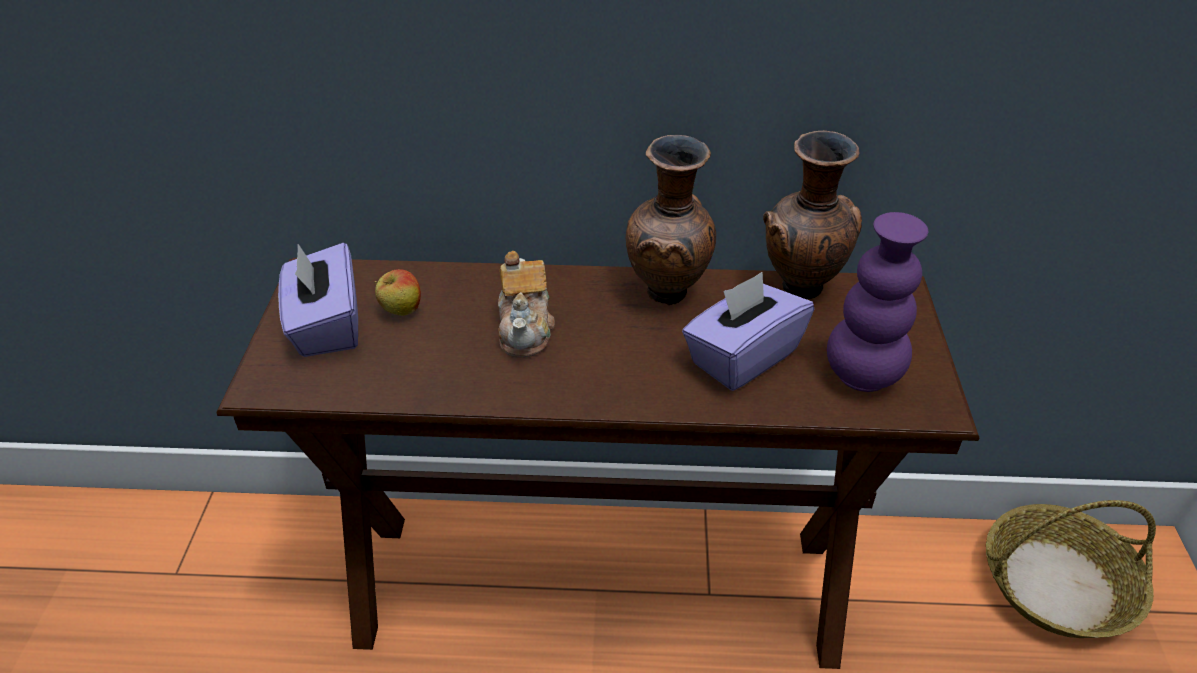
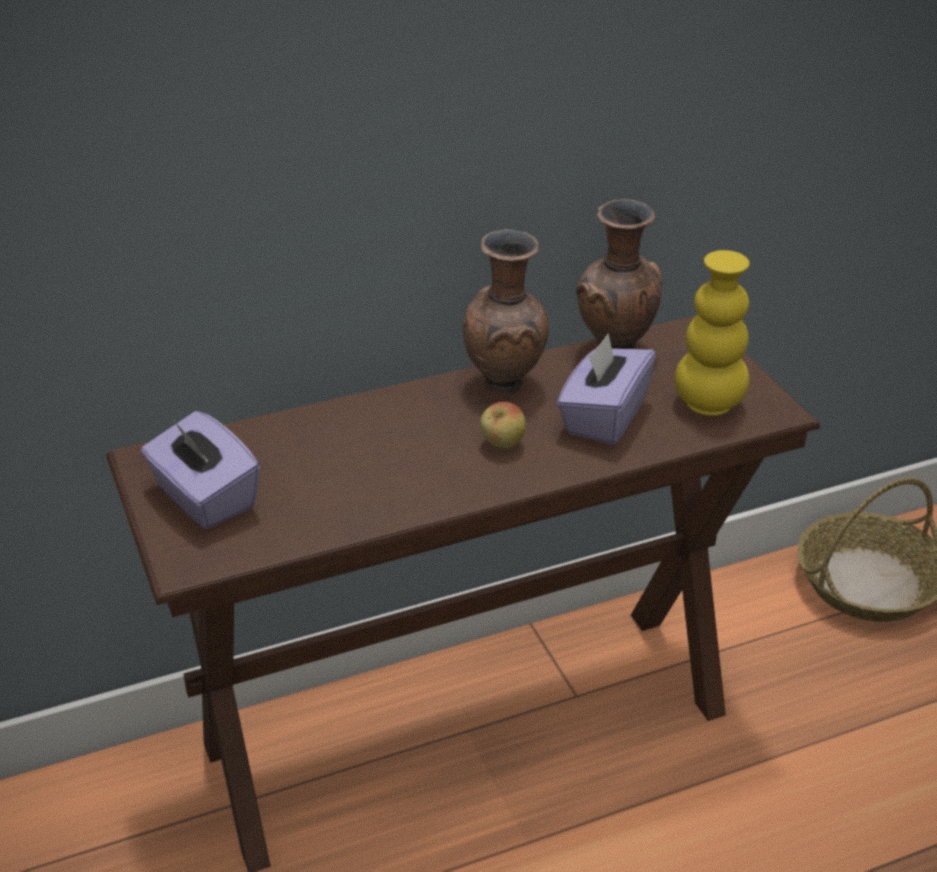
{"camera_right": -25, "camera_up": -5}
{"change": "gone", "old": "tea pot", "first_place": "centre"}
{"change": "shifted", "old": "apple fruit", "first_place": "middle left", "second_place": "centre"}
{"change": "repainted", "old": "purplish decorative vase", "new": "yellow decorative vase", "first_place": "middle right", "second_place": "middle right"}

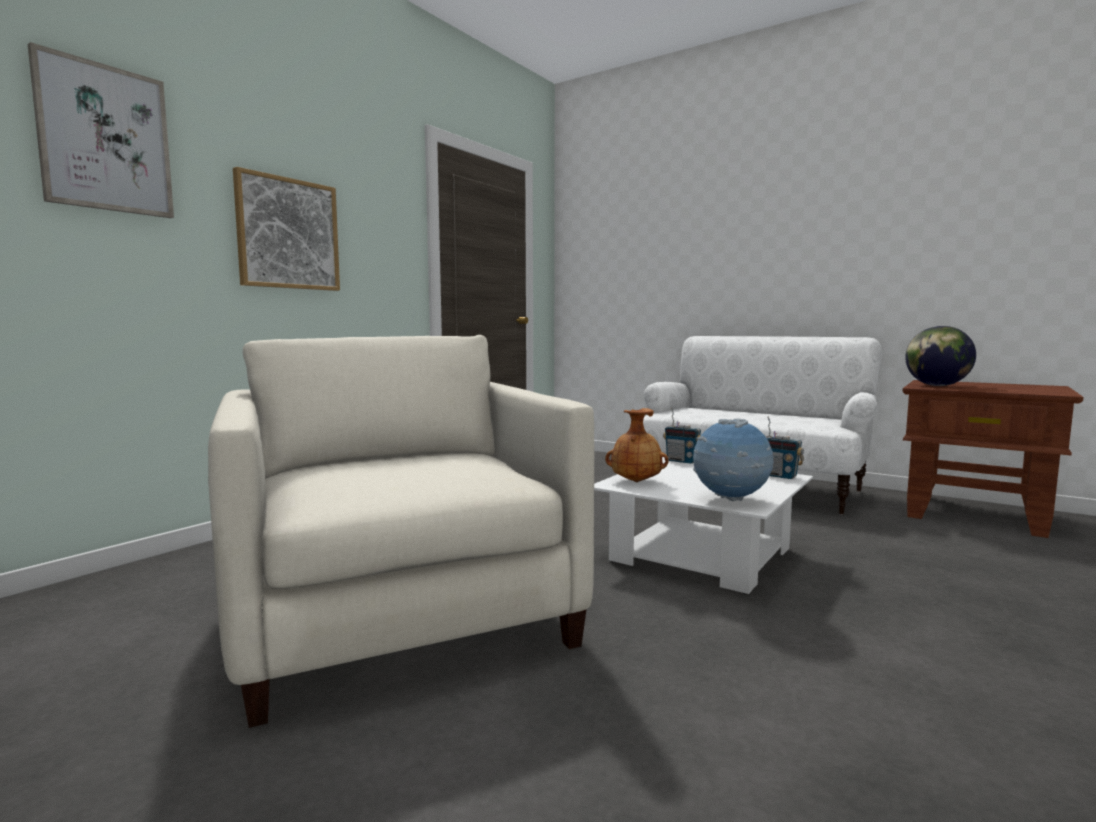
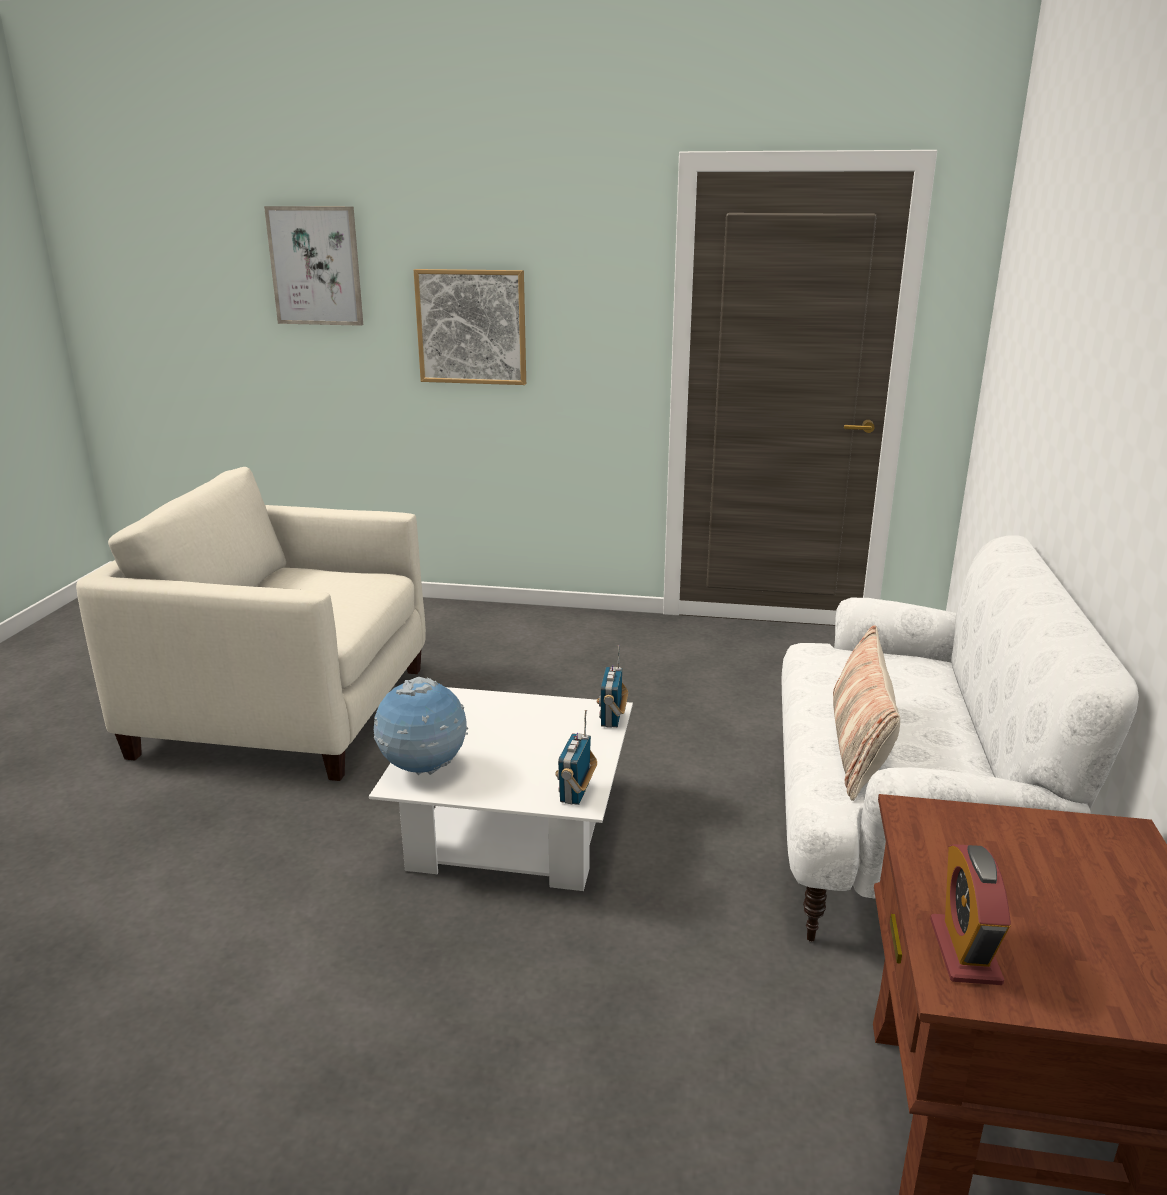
{"camera_right": 65, "camera_up": 15}
{"change": "gone", "old": "brownish decorative vase", "first_place": "centre"}
{"change": "gone", "old": "globe (no. 2 from left)", "first_place": "middle right"}
{"change": "new", "new": "pillow", "second_place": "middle right"}
{"change": "new", "new": "table clock", "second_place": "bottom right"}
{"change": "rotated", "old": "beige lounge chair", "first_place": "centre", "second_place": "middle left", "degrees": -120}

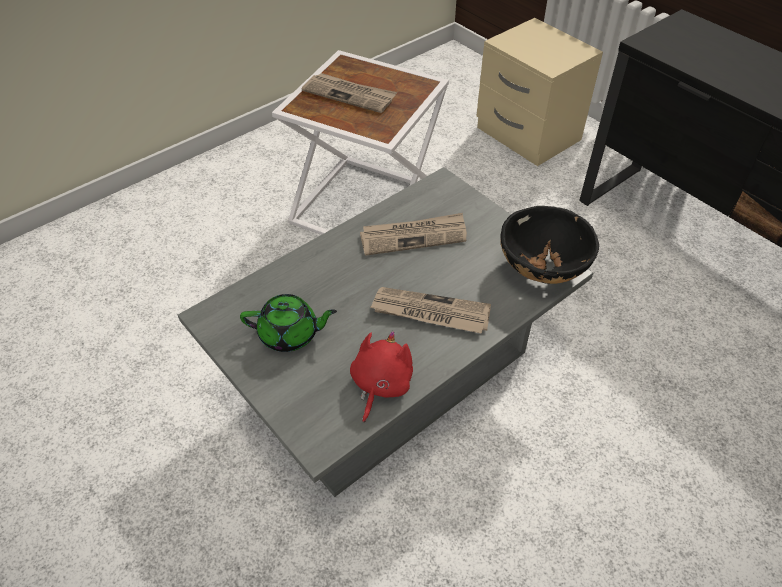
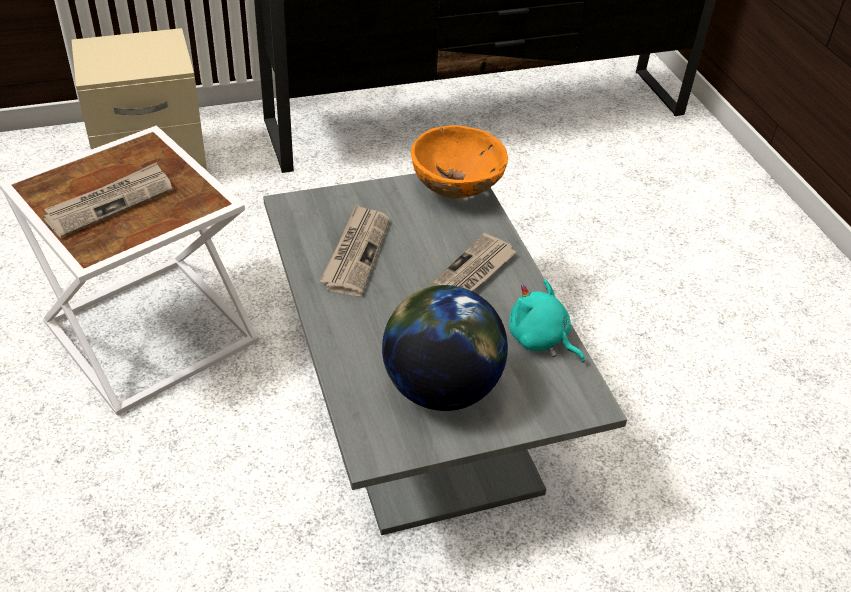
{"camera_right": -70, "camera_up": -5}
{"change": "swapped", "old": "green tea pot", "new": "globe", "first_place": "centre", "second_place": "centre"}
{"change": "repainted", "old": "reddish plush toy", "new": "blue-green plush toy", "first_place": "centre", "second_place": "centre"}
{"change": "repainted", "old": "blackish serving bowl", "new": "orange serving bowl", "first_place": "middle right", "second_place": "top centre"}

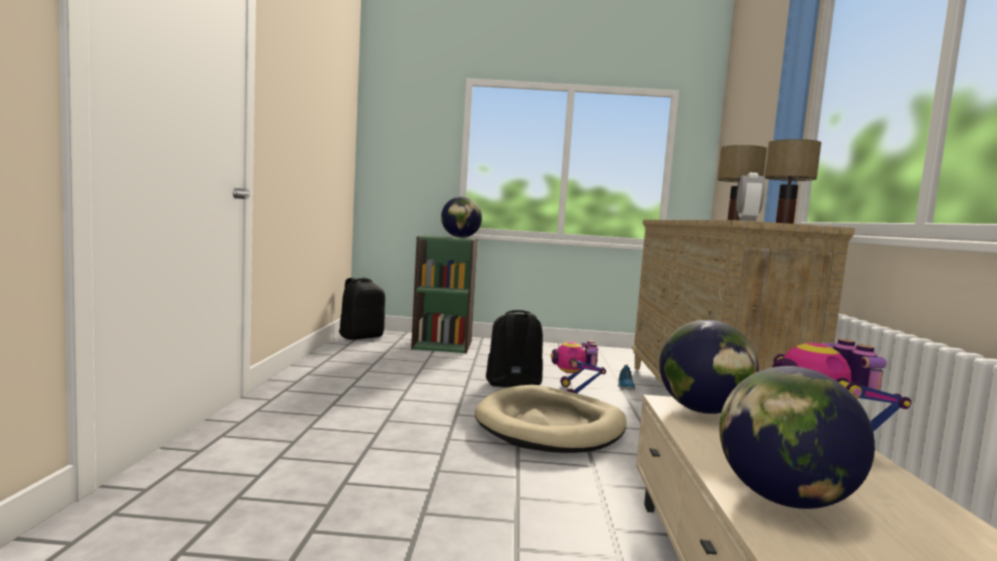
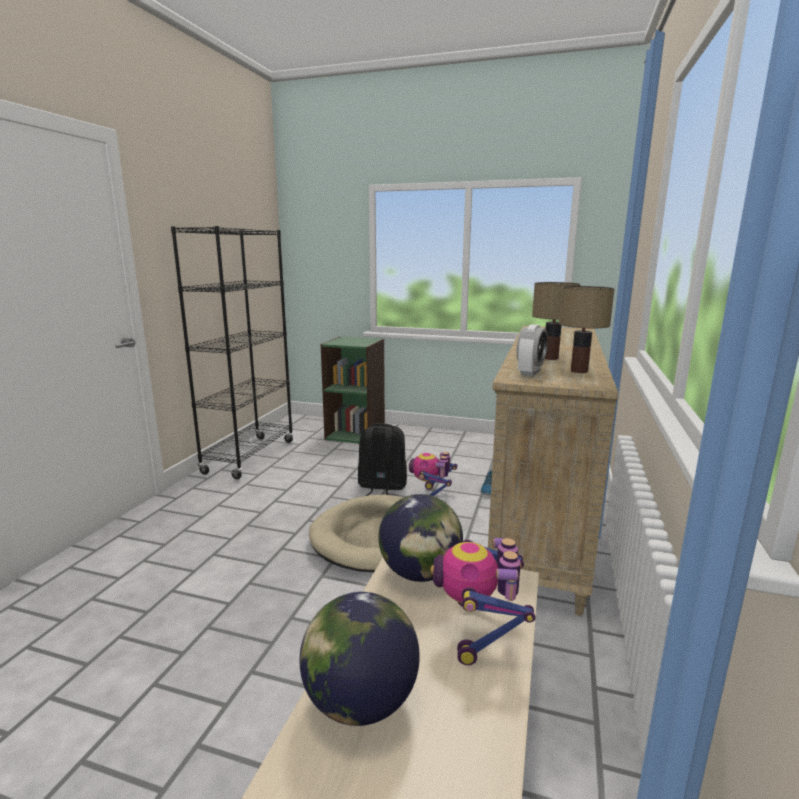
{"camera_right": 15, "camera_up": 10}
{"change": "gone", "old": "blackish knapsack (no. 1 from left)", "first_place": "centre"}
{"change": "gone", "old": "globe (no. 1 from left)", "first_place": "centre"}
{"change": "new", "new": "blackish shelving unit", "second_place": "middle left"}

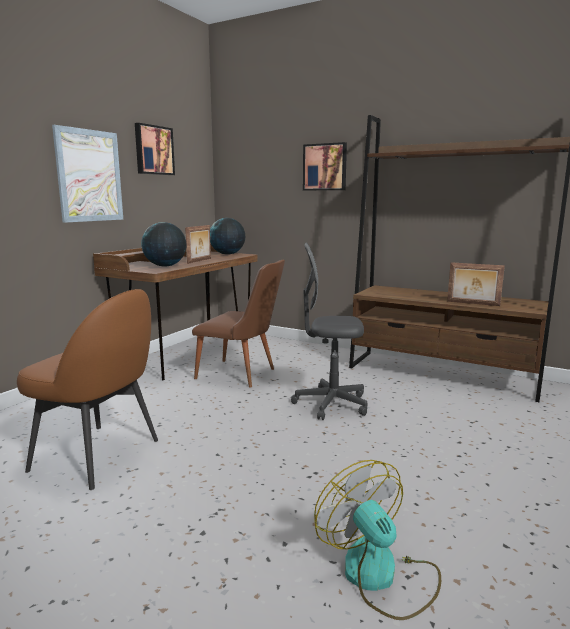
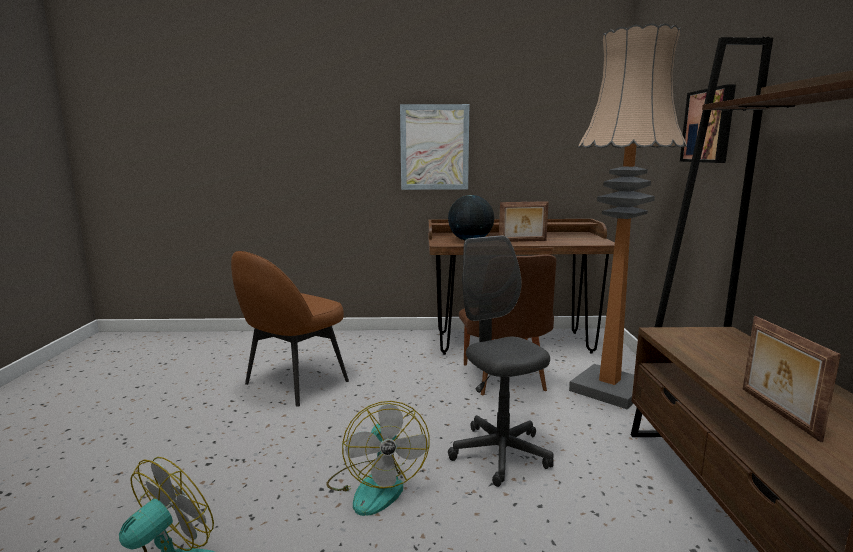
{"camera_right": 60, "camera_up": 0}
{"change": "gone", "old": "wall picture (no. 2 from left)", "first_place": "top left"}
{"change": "gone", "old": "globe (no. 2 from left)", "first_place": "centre"}
{"change": "new", "new": "electric fan (no. 2 from left)", "second_place": "bottom centre"}
{"change": "new", "new": "standard lamp", "second_place": "middle right"}
{"change": "rotated", "old": "brownish chair (no. 1 from left)", "first_place": "middle left", "second_place": "centre", "degrees": 45}

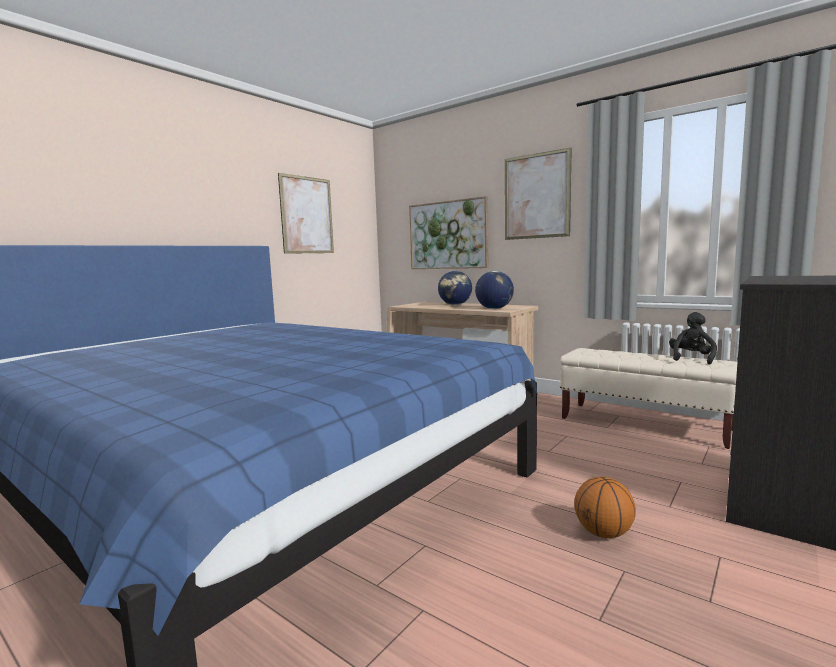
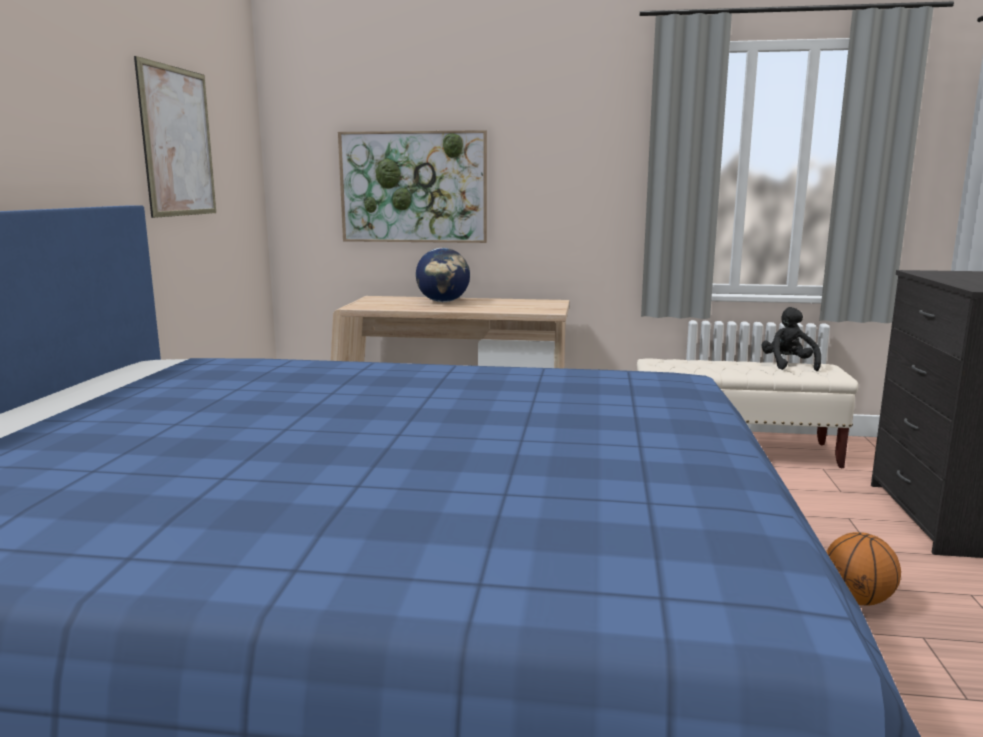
{"camera_right": -30, "camera_up": 5}
{"change": "gone", "old": "globe (no. 2 from left)", "first_place": "centre"}
{"change": "gone", "old": "wall picture (no. 3 from left)", "first_place": "top centre"}

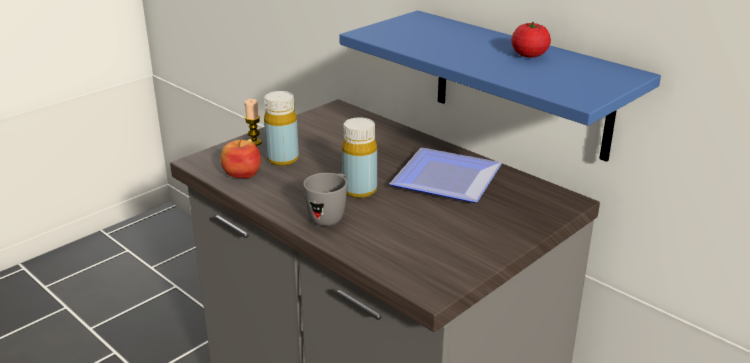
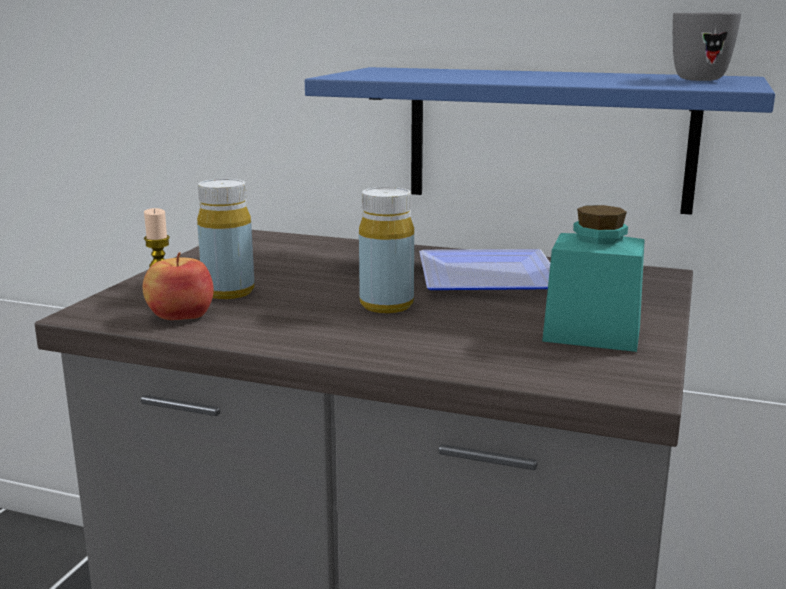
{"camera_right": -25, "camera_up": -10}
{"change": "gone", "old": "tomato", "first_place": "top right"}
{"change": "new", "new": "blue-green jar", "second_place": "middle right"}
{"change": "shifted", "old": "grey tea mug", "first_place": "centre", "second_place": "top right"}

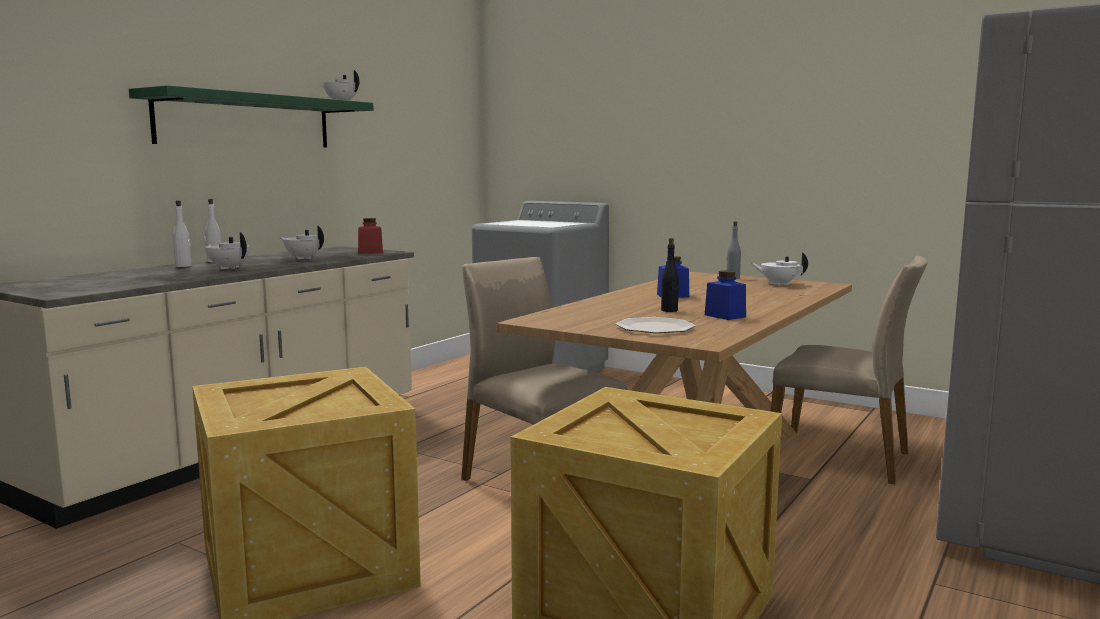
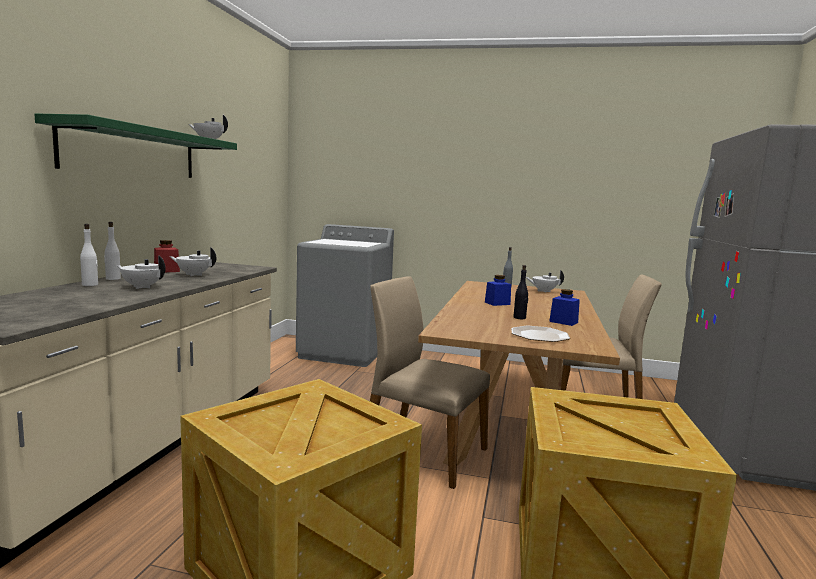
{"camera_right": -20, "camera_up": 0}
{"change": "shifted", "old": "reddish jar", "first_place": "centre", "second_place": "middle left"}

